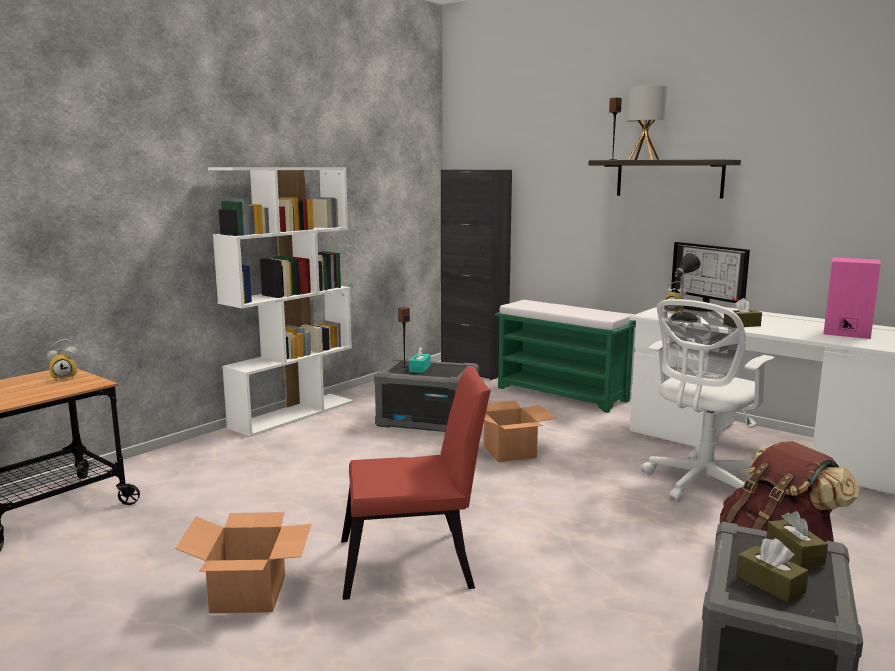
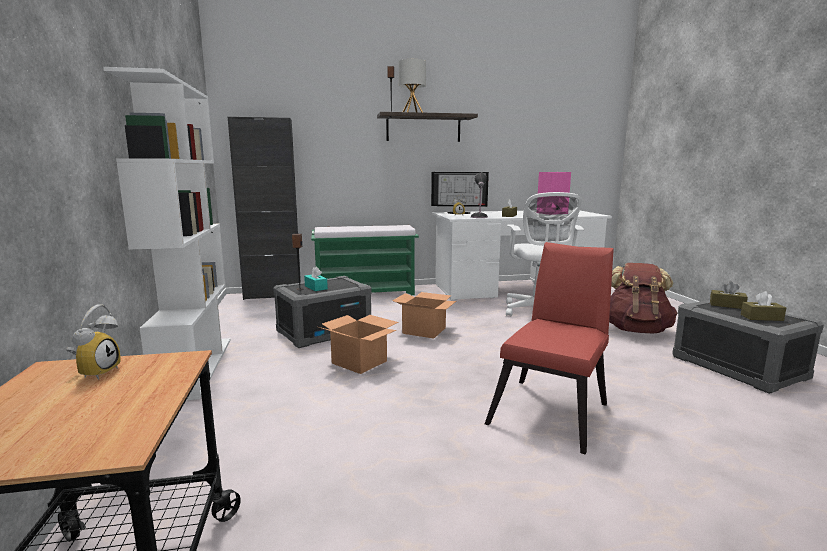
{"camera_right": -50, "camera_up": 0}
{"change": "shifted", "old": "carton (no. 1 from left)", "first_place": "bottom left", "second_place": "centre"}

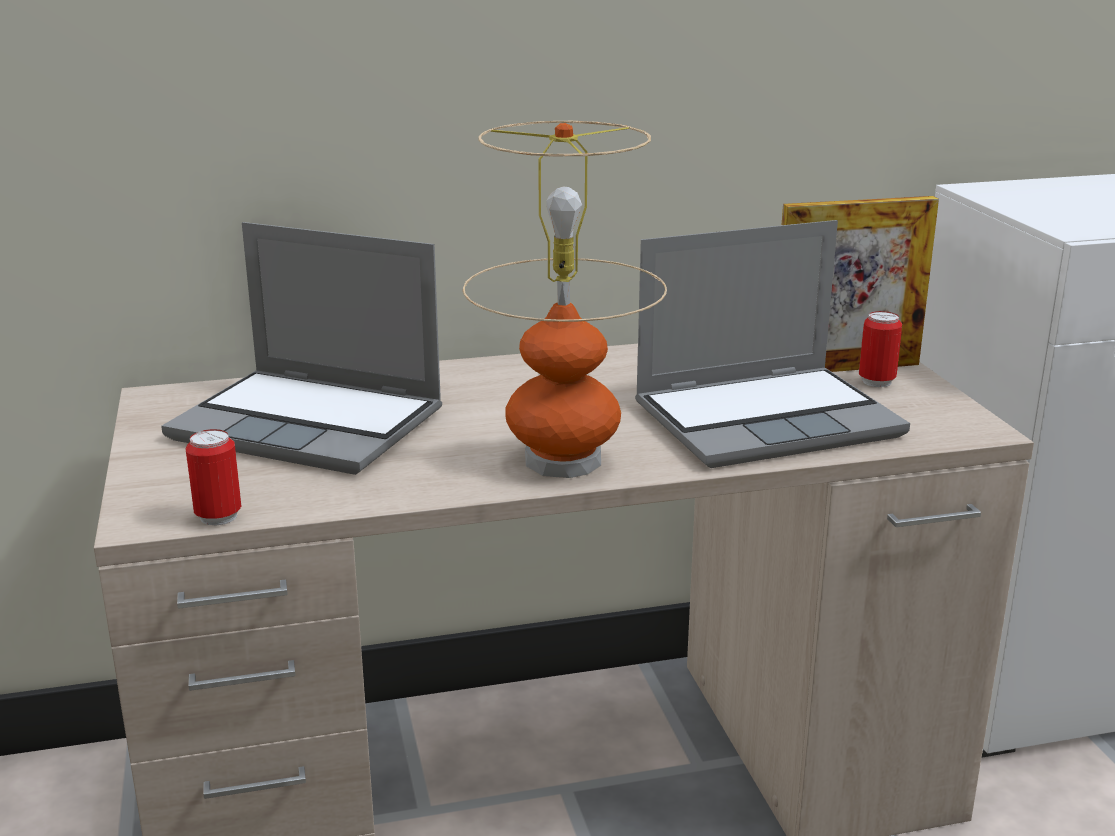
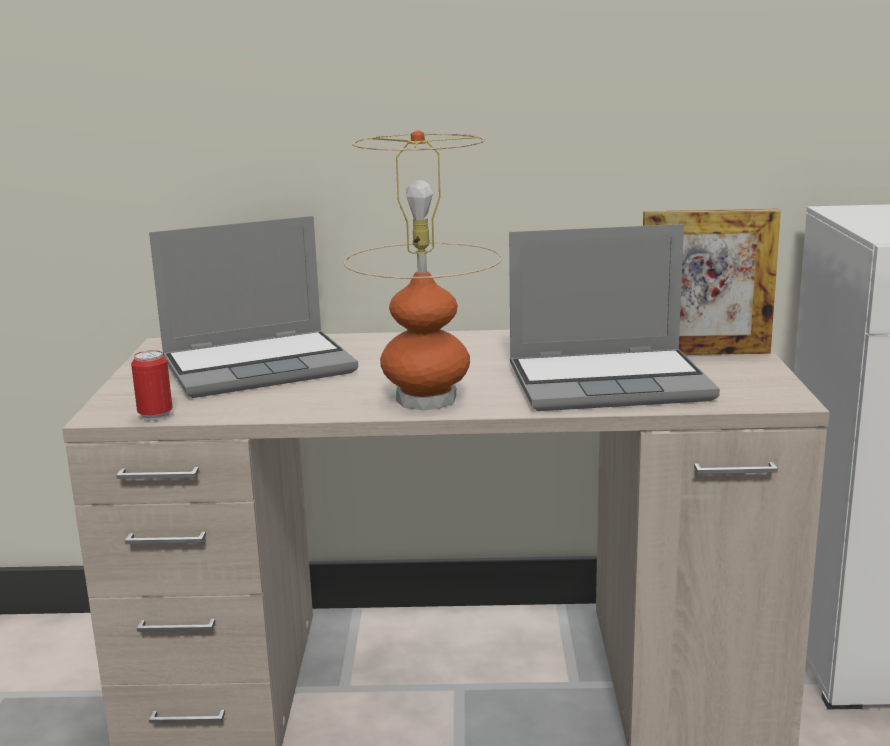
{"camera_right": 15, "camera_up": -5}
{"change": "gone", "old": "can (no. 2 from left)", "first_place": "middle right"}
{"change": "rotated", "old": "laptop (no. 1 from left)", "first_place": "middle left", "second_place": "middle left", "degrees": -60}

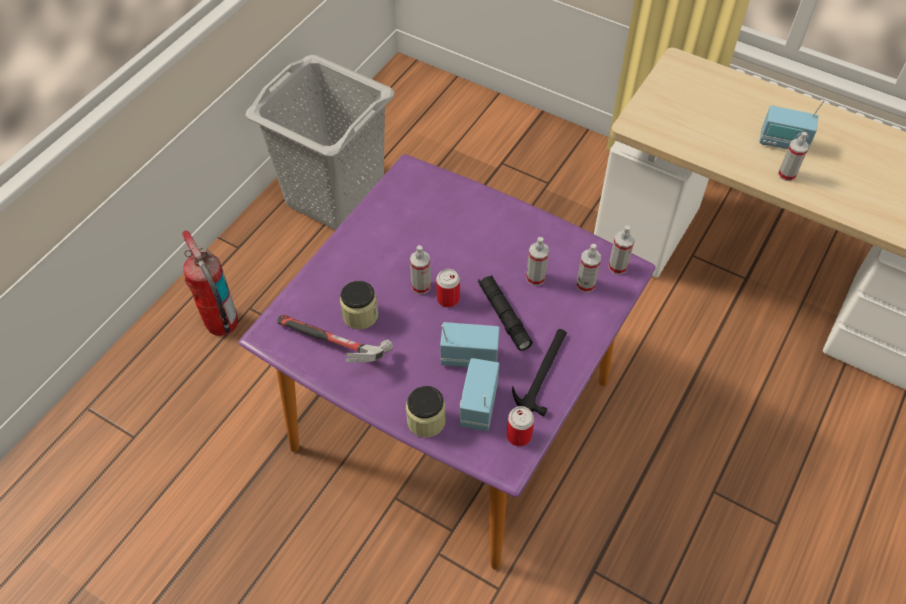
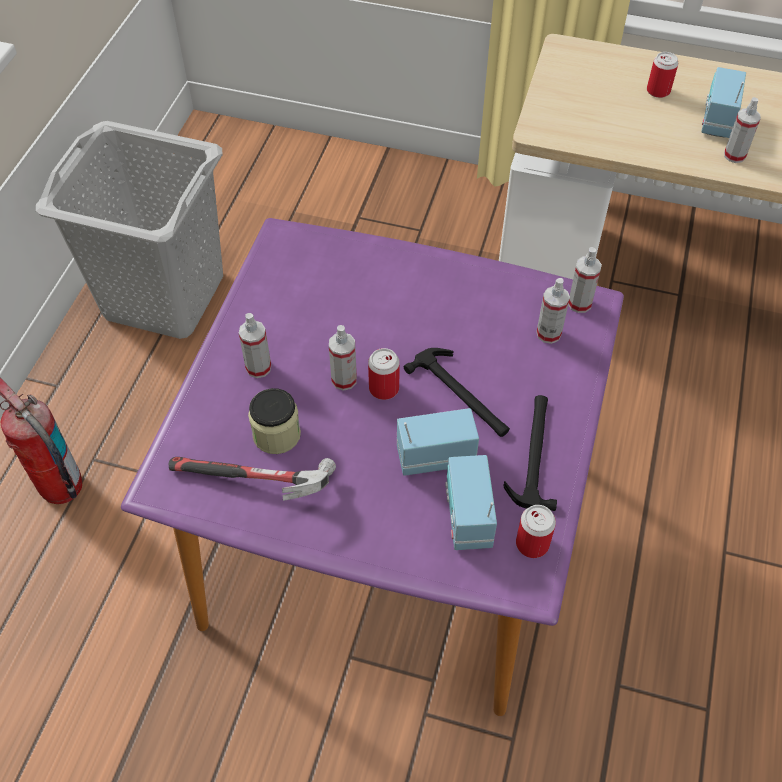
{"camera_right": -15, "camera_up": 0}
{"change": "gone", "old": "jar (no. 2 from left)", "first_place": "bottom centre"}
{"change": "new", "new": "can (no. 3 from left)", "second_place": "top right"}
{"change": "shifted", "old": "sprayer (no. 2 from left in the first image)", "new": "sprayer (no. 1 from left)", "first_place": "centre", "second_place": "middle left"}
{"change": "swapped", "old": "blackish flashlight", "new": "tool hammer (no. 2 from left)", "first_place": "centre", "second_place": "centre"}
{"change": "rotated", "old": "radio (no. 3 from left)", "first_place": "top right", "second_place": "top right", "degrees": 105}

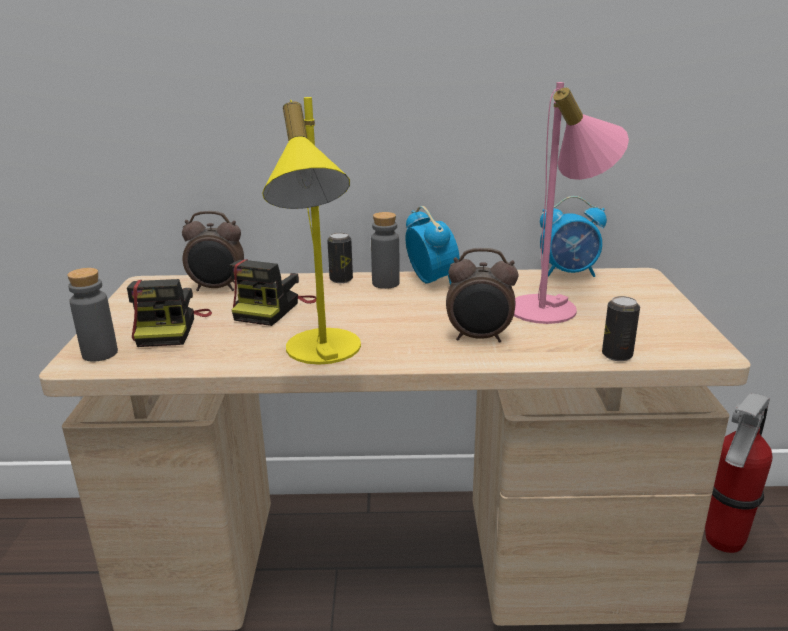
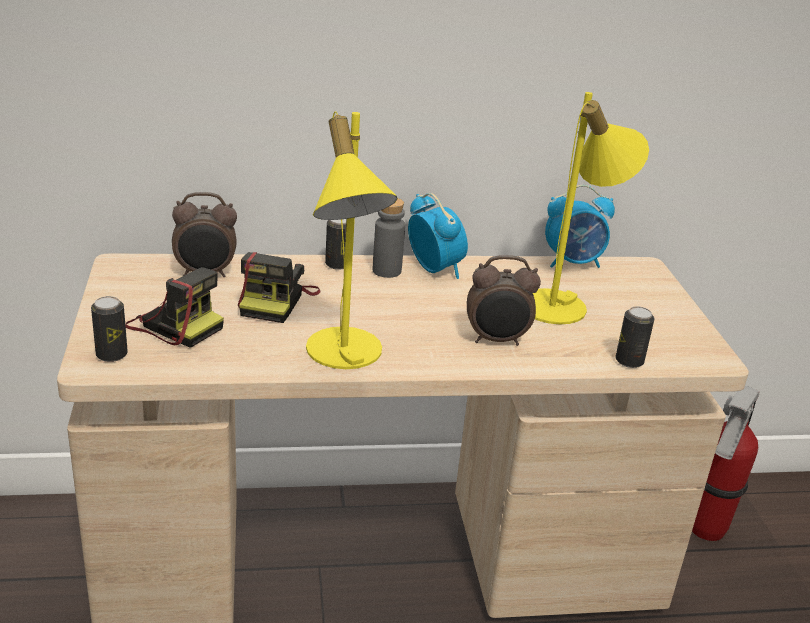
{"camera_right": -10, "camera_up": 5}
{"change": "swapped", "old": "grey beverage bottle (no. 1 from left)", "new": "can (no. 1 from left)", "first_place": "middle left", "second_place": "middle left"}
{"change": "repainted", "old": "pinkish tabletop lamp", "new": "yellow tabletop lamp (no. 2 from left)", "first_place": "top right", "second_place": "middle right"}
{"change": "rotated", "old": "still camera (no. 1 from left)", "first_place": "middle left", "second_place": "middle left", "degrees": -45}

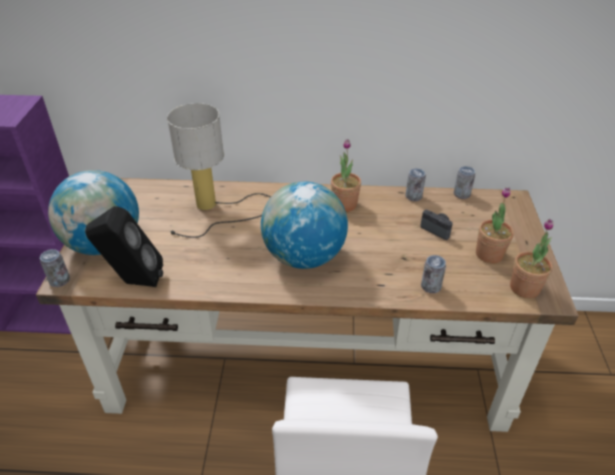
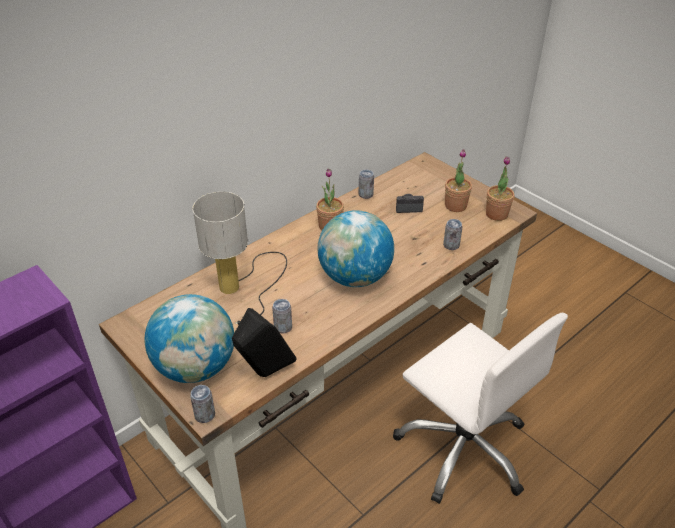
{"camera_right": -45, "camera_up": 0}
{"change": "shifted", "old": "can (no. 4 from left in the first image)", "new": "can (no. 2 from left)", "first_place": "middle right", "second_place": "centre"}

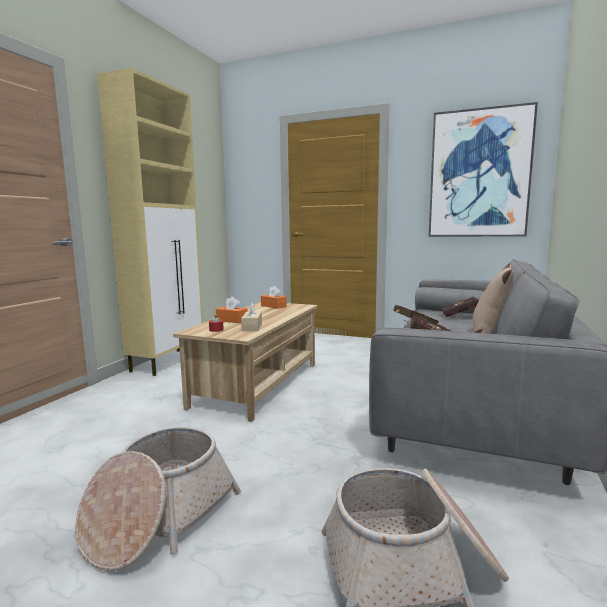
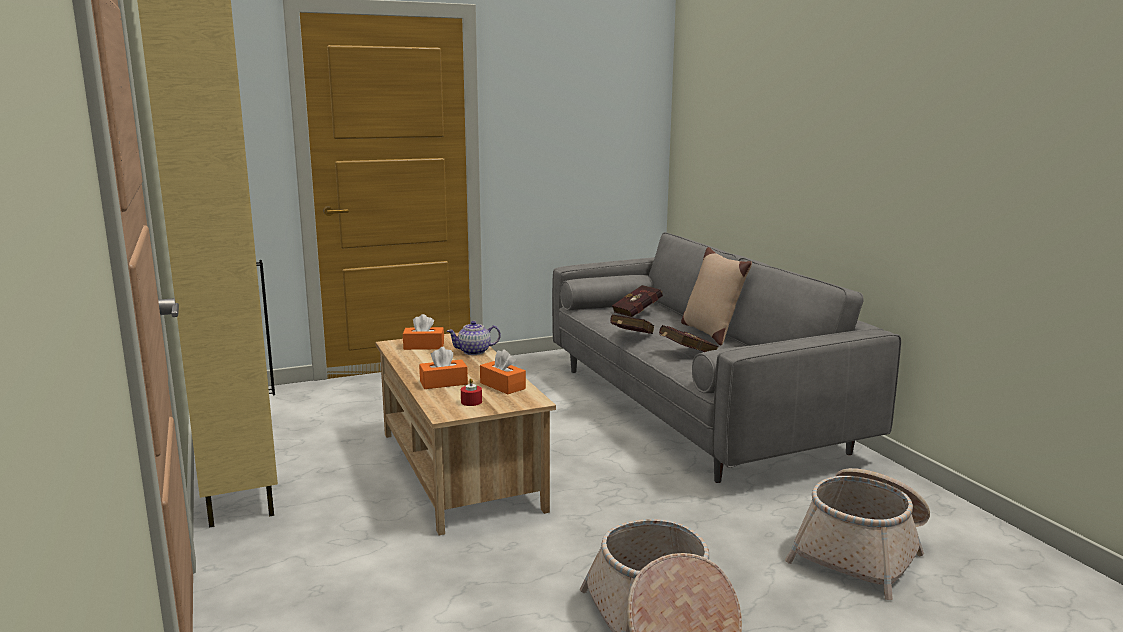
{"camera_right": -45, "camera_up": 5}
{"change": "gone", "old": "wall picture", "first_place": "top right"}
{"change": "new", "new": "tea pot", "second_place": "centre"}
{"change": "repainted", "old": "beige tissue holder", "new": "orange tissue holder (no. 3 from left)", "first_place": "centre", "second_place": "centre"}

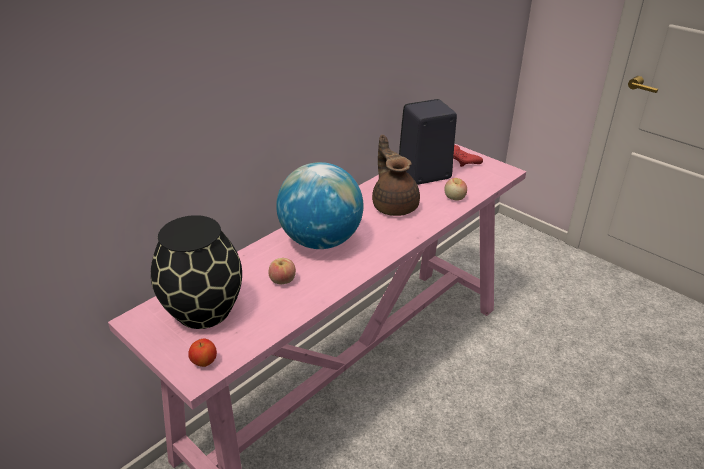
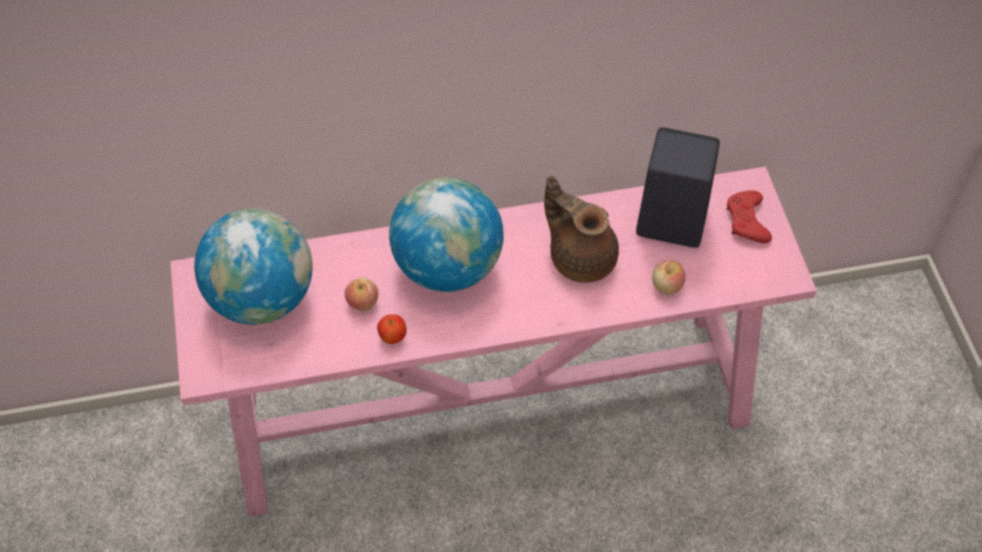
{"camera_right": 35, "camera_up": 20}
{"change": "shifted", "old": "apple fruit (no. 1 from left in the first image)", "new": "apple fruit (no. 2 from left)", "first_place": "bottom left", "second_place": "centre"}
{"change": "swapped", "old": "blackish decorative vase", "new": "globe (no. 1 from left)", "first_place": "middle left", "second_place": "middle left"}
{"change": "rotated", "old": "brownish tea pot", "first_place": "centre", "second_place": "centre", "degrees": -60}

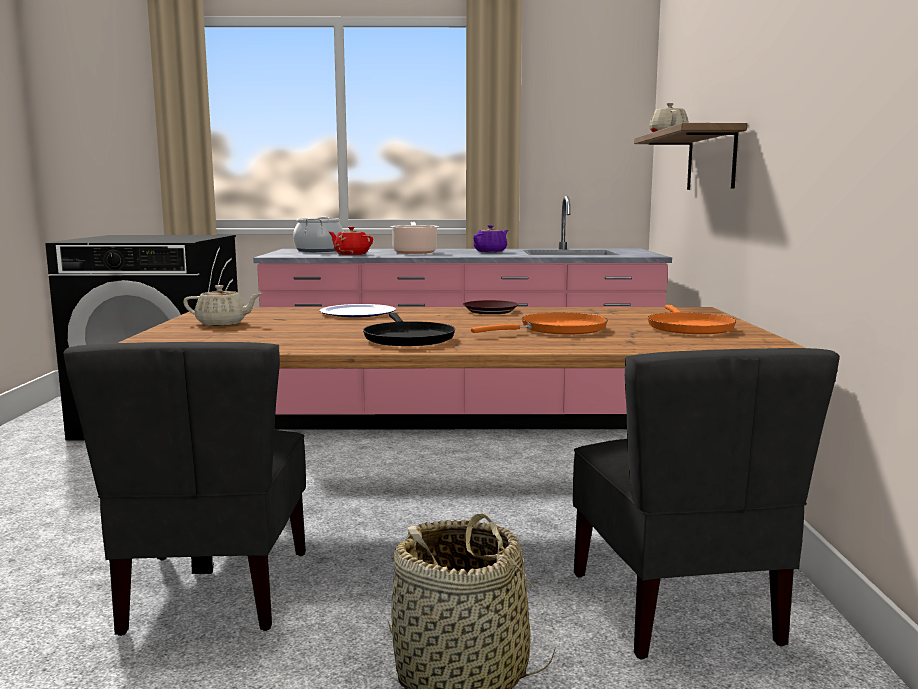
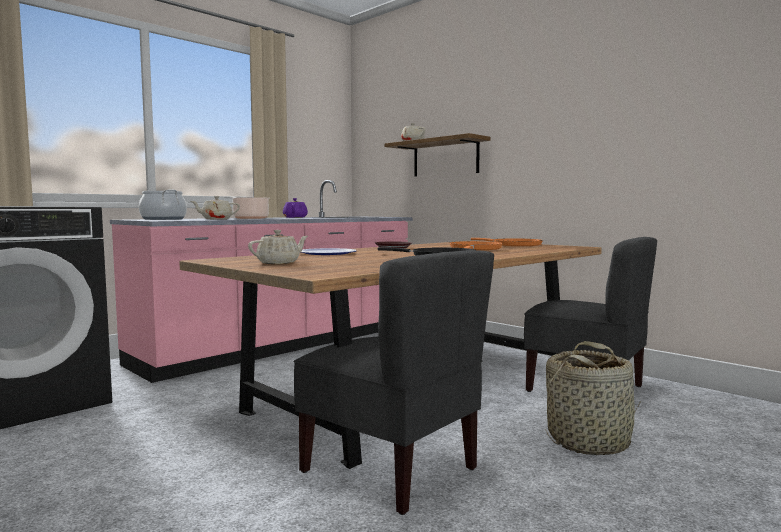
{"camera_right": -45, "camera_up": -5}
{"change": "repainted", "old": "reddish tea pot", "new": "beige tea pot (no. 1 from left)", "first_place": "centre", "second_place": "middle left"}

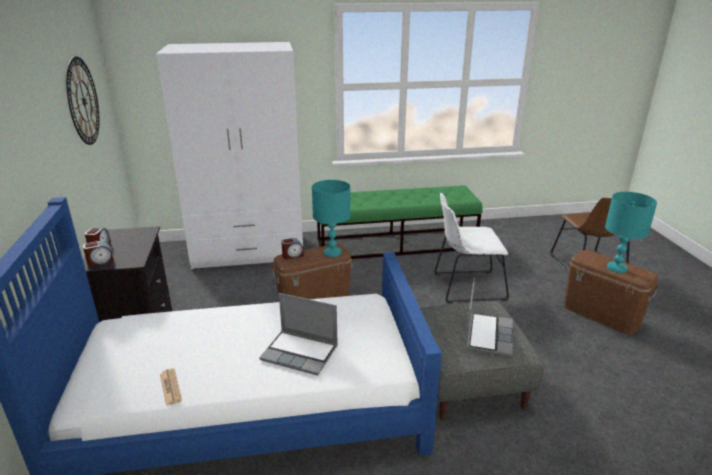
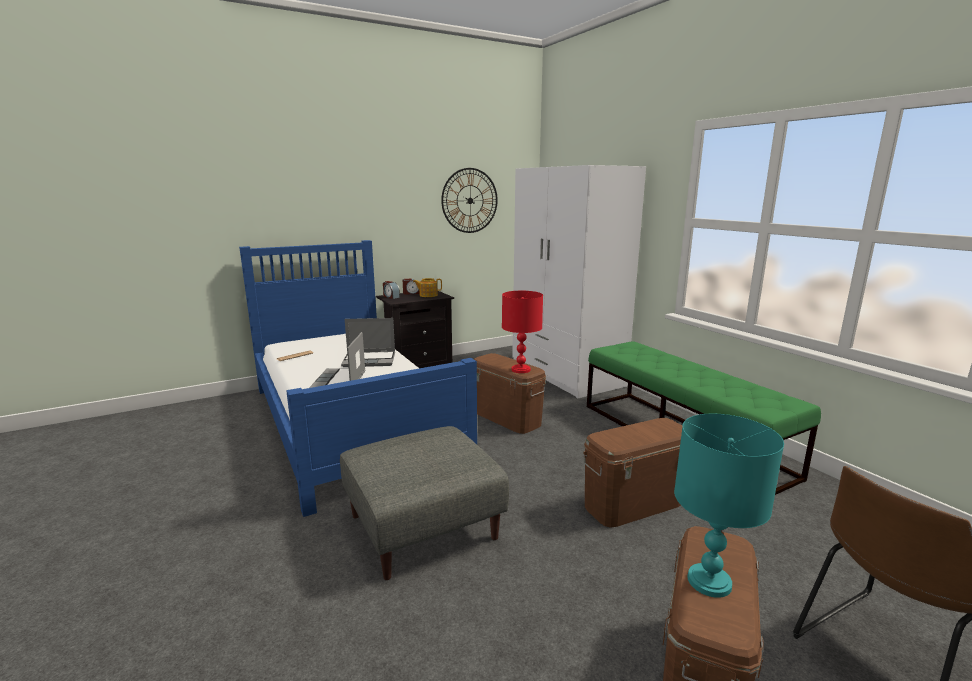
{"camera_right": 70, "camera_up": -10}
{"change": "gone", "old": "table clock (no. 3 from left)", "first_place": "centre"}
{"change": "new", "new": "tea pot", "second_place": "centre"}
{"change": "shifted", "old": "laptop (no. 2 from left)", "first_place": "bottom right", "second_place": "centre"}
{"change": "swapped", "old": "whitish chair", "new": "brownish storage box (no. 2 from left)", "first_place": "centre", "second_place": "bottom centre"}
{"change": "repainted", "old": "blue-green tabletop lamp (no. 1 from left)", "new": "reddish tabletop lamp", "first_place": "centre", "second_place": "centre"}

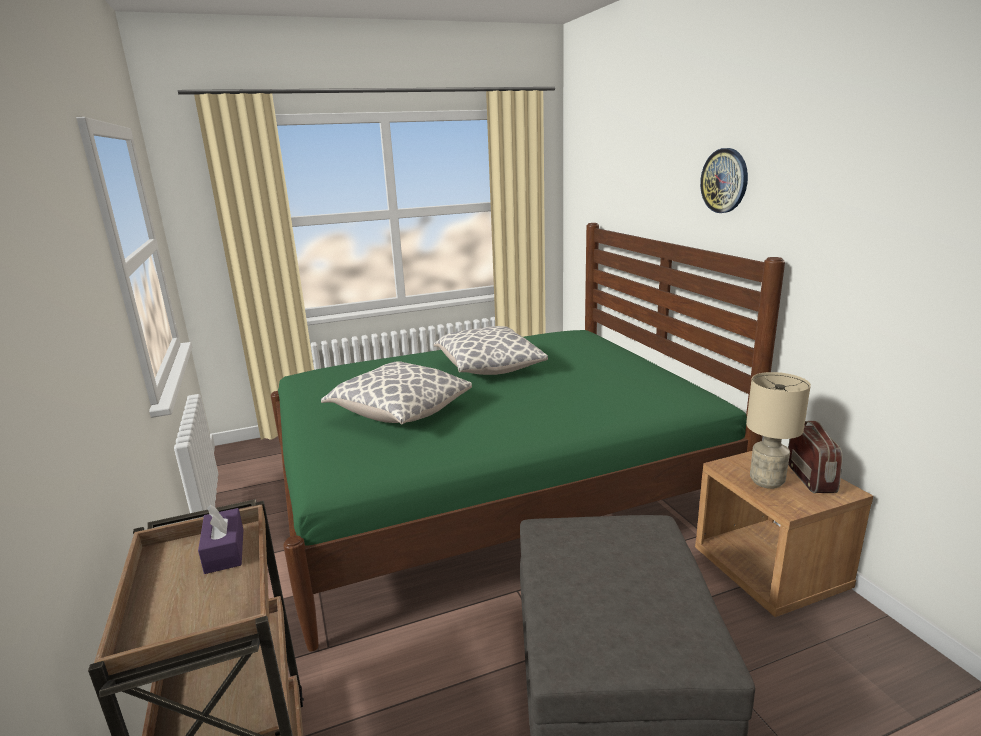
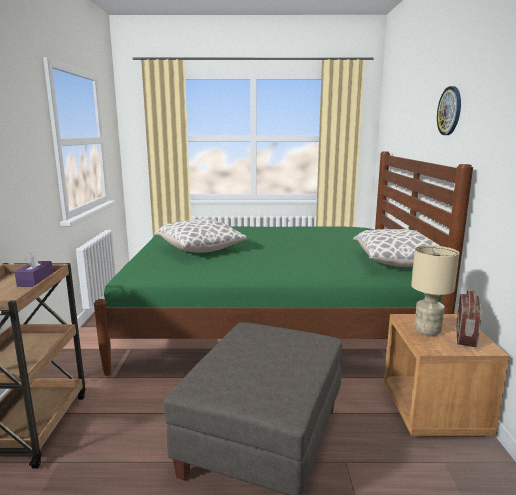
{"camera_right": 20, "camera_up": -5}
{"change": "shifted", "old": "pillow (no. 2 from left)", "first_place": "centre", "second_place": "middle right"}

